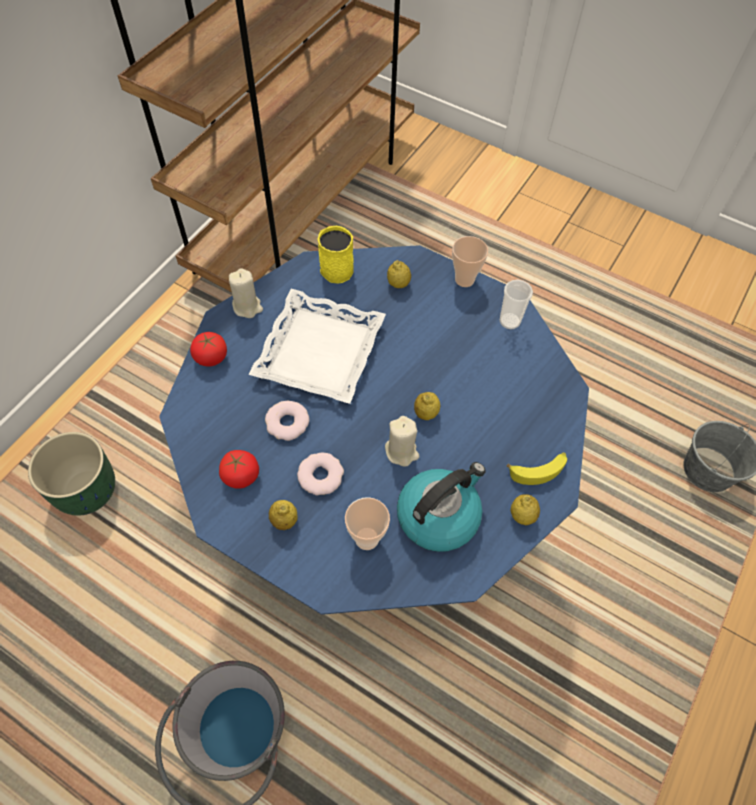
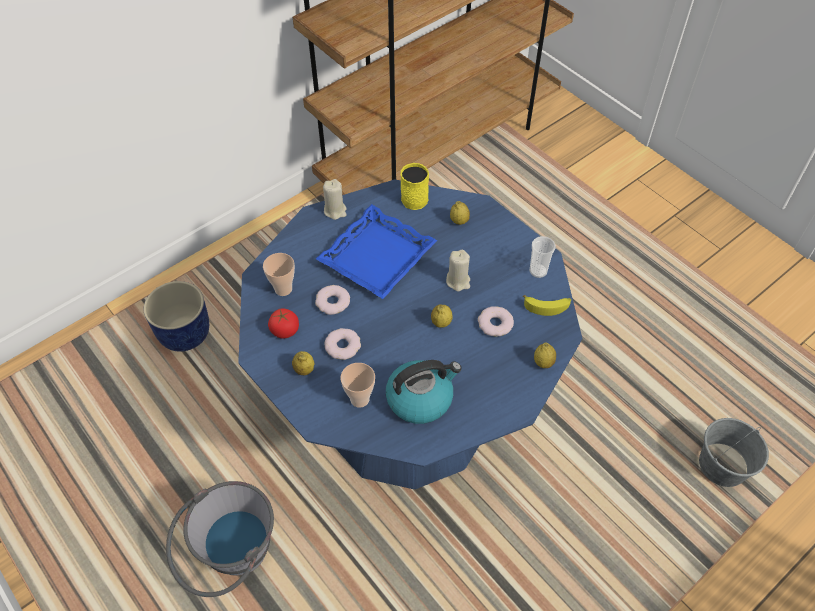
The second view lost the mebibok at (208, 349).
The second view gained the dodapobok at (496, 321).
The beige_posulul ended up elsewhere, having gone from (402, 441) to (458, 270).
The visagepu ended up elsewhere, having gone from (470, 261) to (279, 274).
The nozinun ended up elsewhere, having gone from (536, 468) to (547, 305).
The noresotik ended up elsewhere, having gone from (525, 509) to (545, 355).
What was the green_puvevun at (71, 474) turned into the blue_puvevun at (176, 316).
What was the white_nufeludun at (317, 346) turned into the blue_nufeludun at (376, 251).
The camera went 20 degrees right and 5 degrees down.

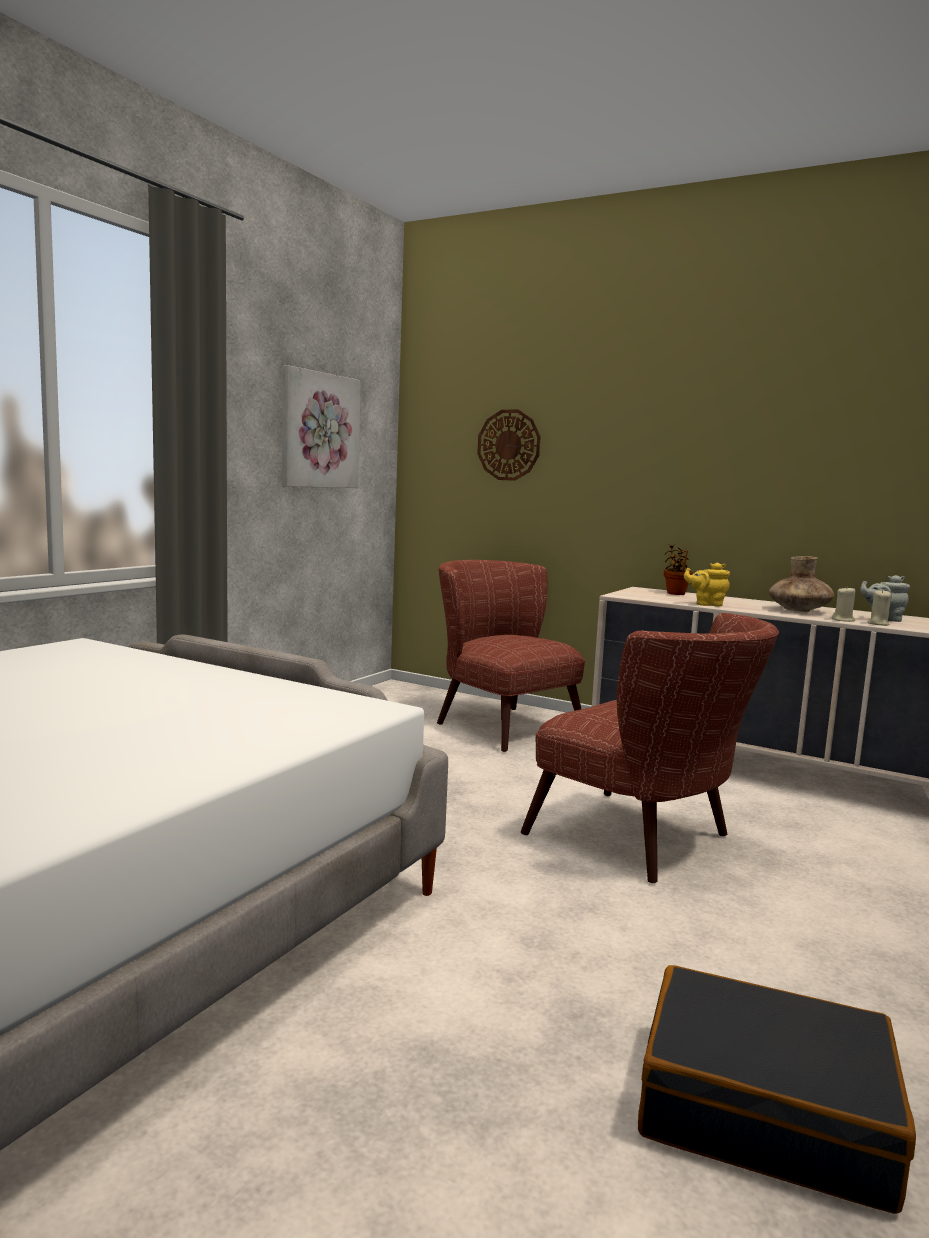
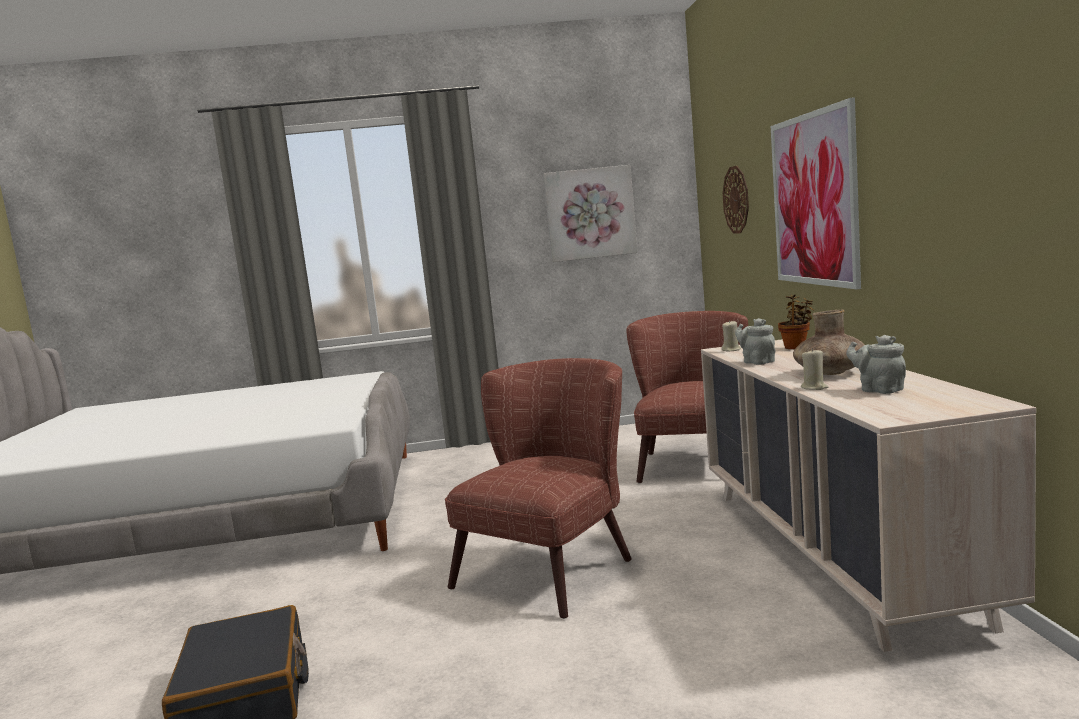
The second view gained the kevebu at (816, 193).
The beige_posulul ended up elsewhere, having gone from (879, 607) to (731, 335).
What was the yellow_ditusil at (707, 585) turned into the grey_ditusil at (755, 341).
The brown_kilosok at (650, 748) ended up facing another way, 150 degrees counterclockwise from before.
The camera went 55 degrees right and 0 degrees up.

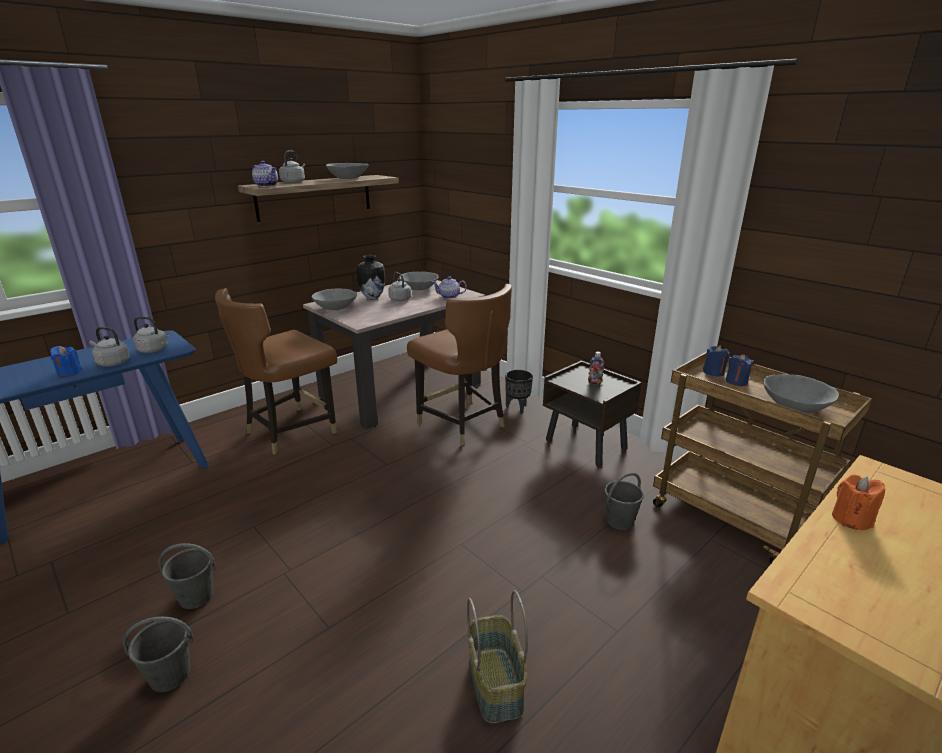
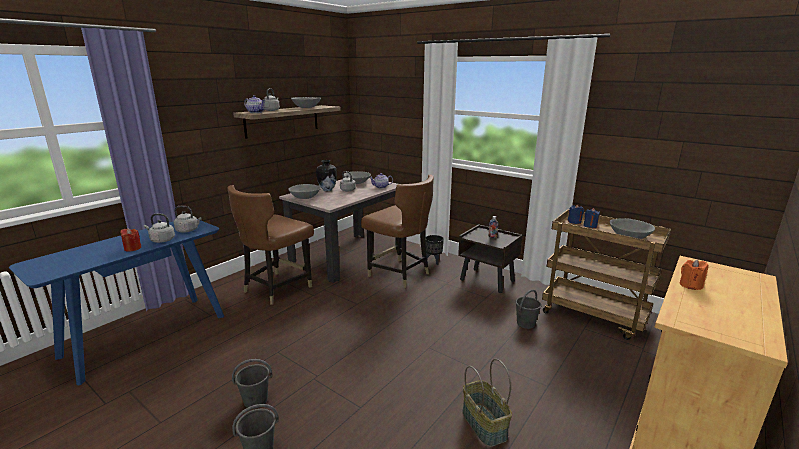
What was the blue_posulul at (66, 361) turned into the red_posulul at (130, 240).
The camera went 10 degrees left and 5 degrees down.

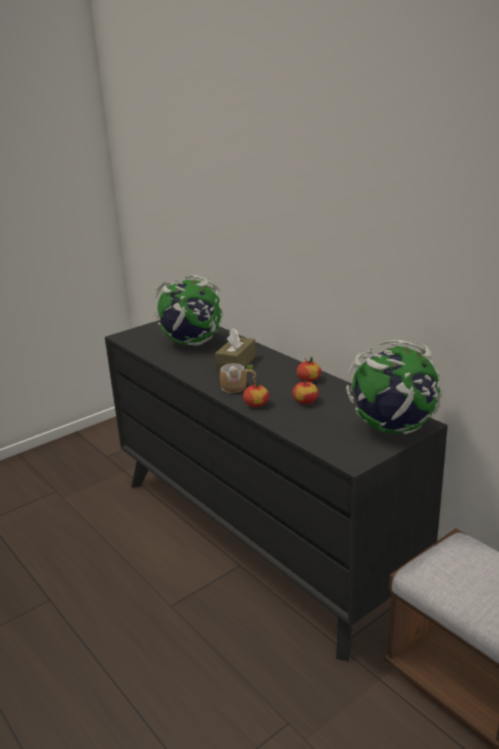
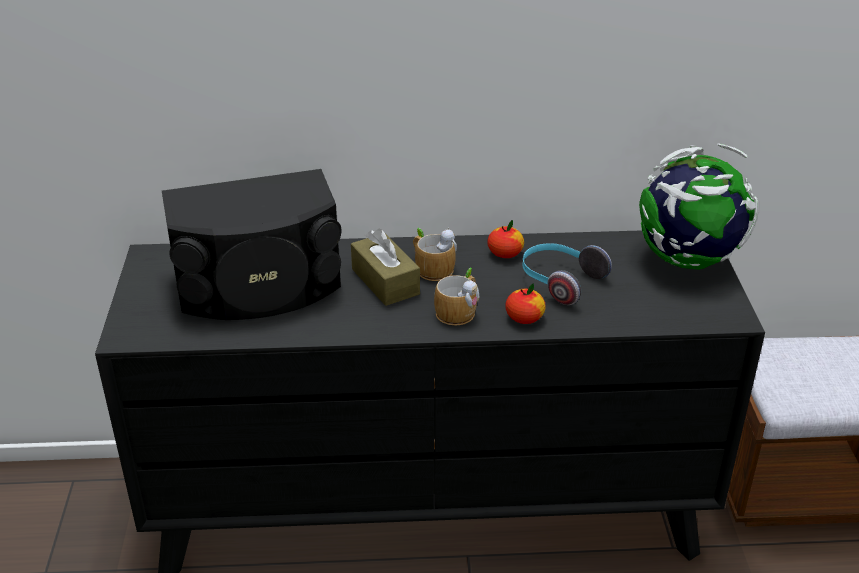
The second view gained the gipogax at (435, 254).
Where the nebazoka stood at (188, 310), the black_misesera came to stand at (251, 244).
Where the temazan stood at (305, 391), the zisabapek came to stand at (567, 274).
The camera went 55 degrees left and 10 degrees up.

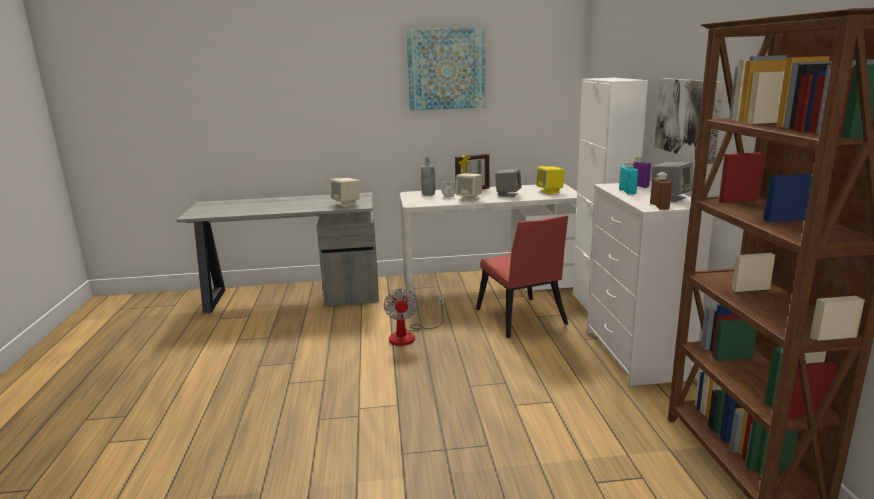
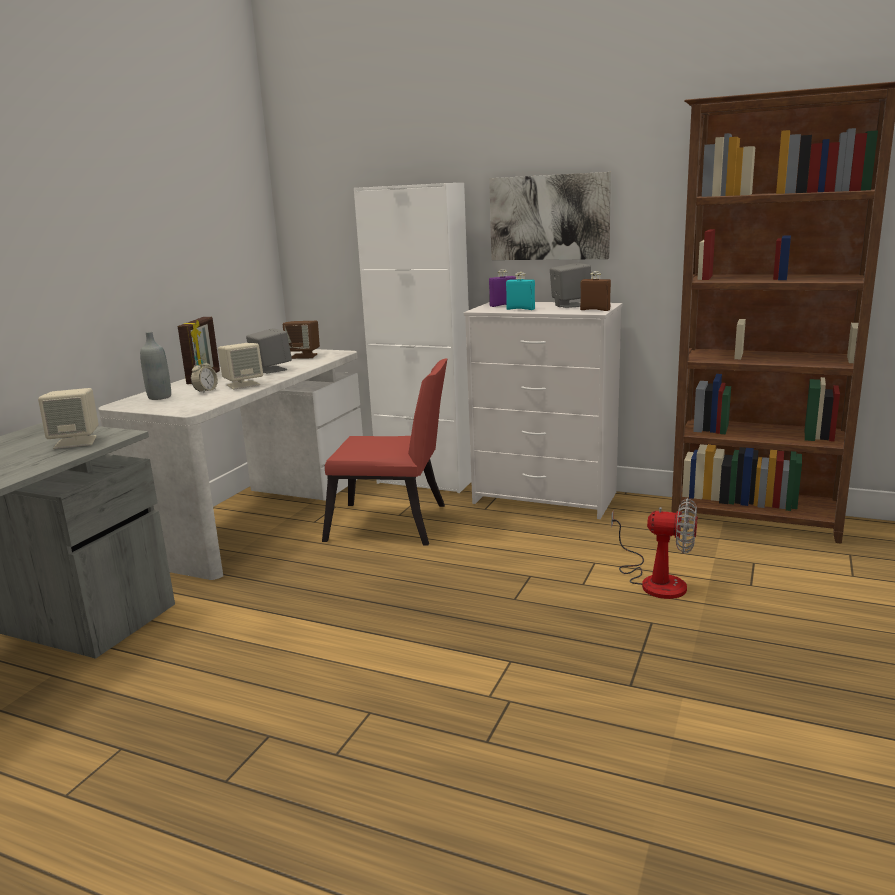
The second view lost the kevebu at (445, 69).
The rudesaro ended up elsewhere, having gone from (414, 317) to (654, 548).
What was the yellow_misesera at (550, 180) turned into the brown_misesera at (301, 340).
The camera went 60 degrees left and 0 degrees up.

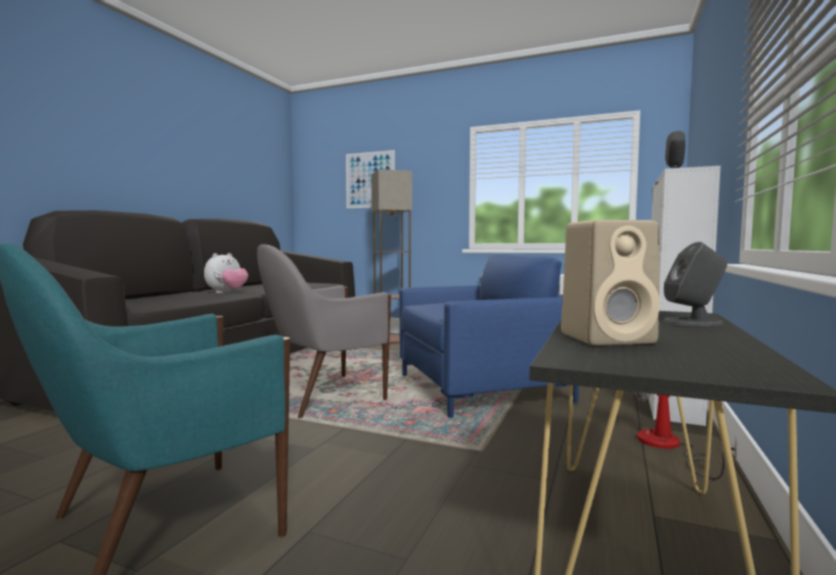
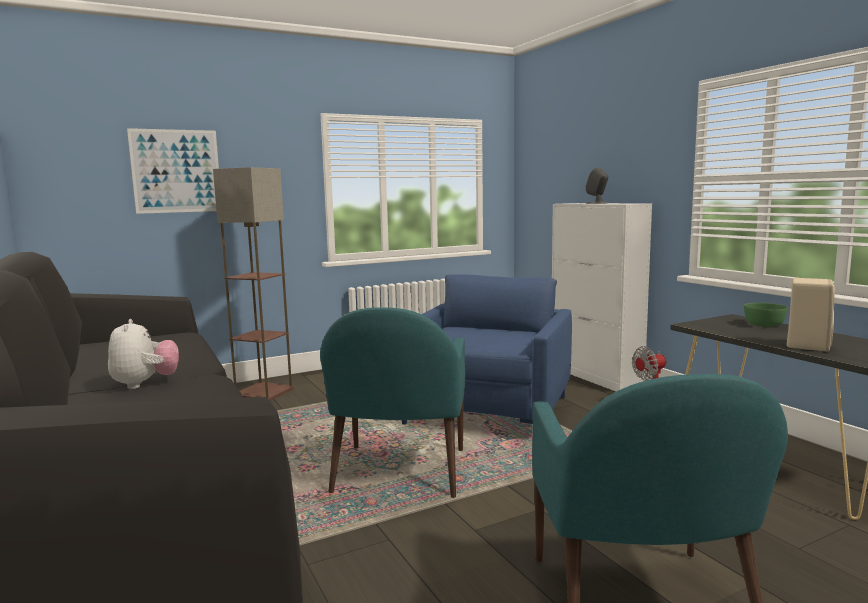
Where the grey_misesera stood at (695, 284), the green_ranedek came to stand at (766, 315).
What was the grey_kilosok at (324, 331) turned into the turquoise_kilosok at (392, 402).
The camera went 50 degrees left and 5 degrees up.

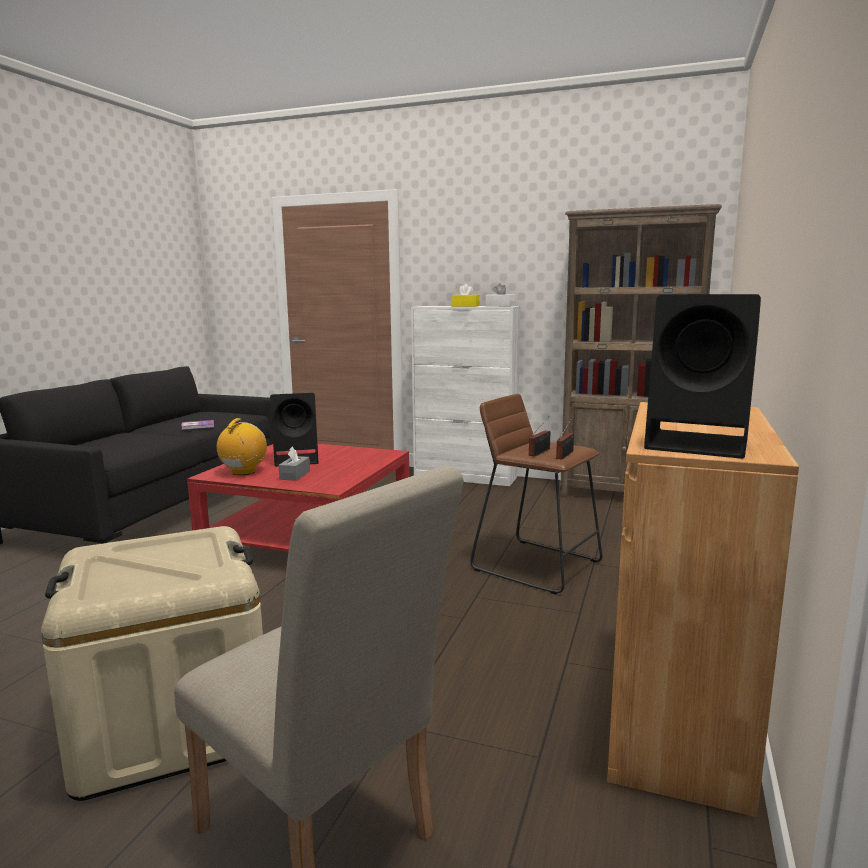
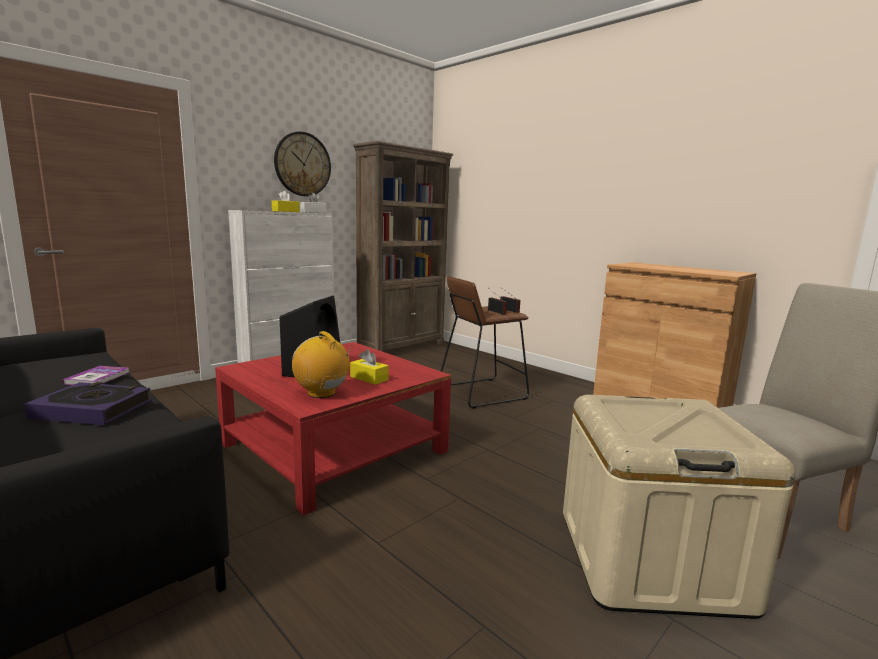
The second view lost the black_misesera at (702, 376).
The second view gained the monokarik at (88, 403).
The second view gained the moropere at (302, 164).
What was the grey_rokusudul at (294, 464) turned into the yellow_rokusudul at (369, 367).
The camera went 65 degrees left and 0 degrees up.

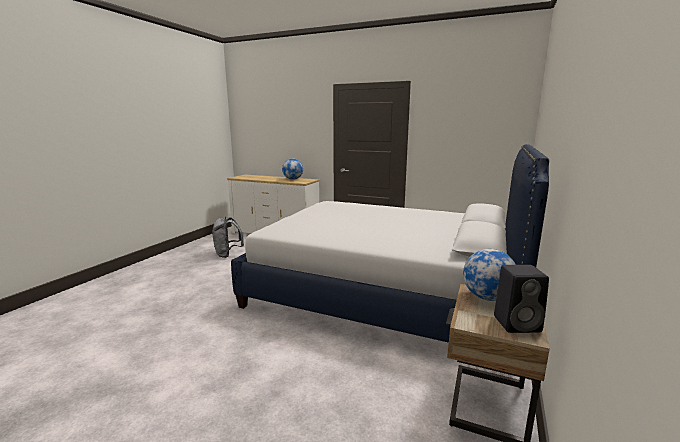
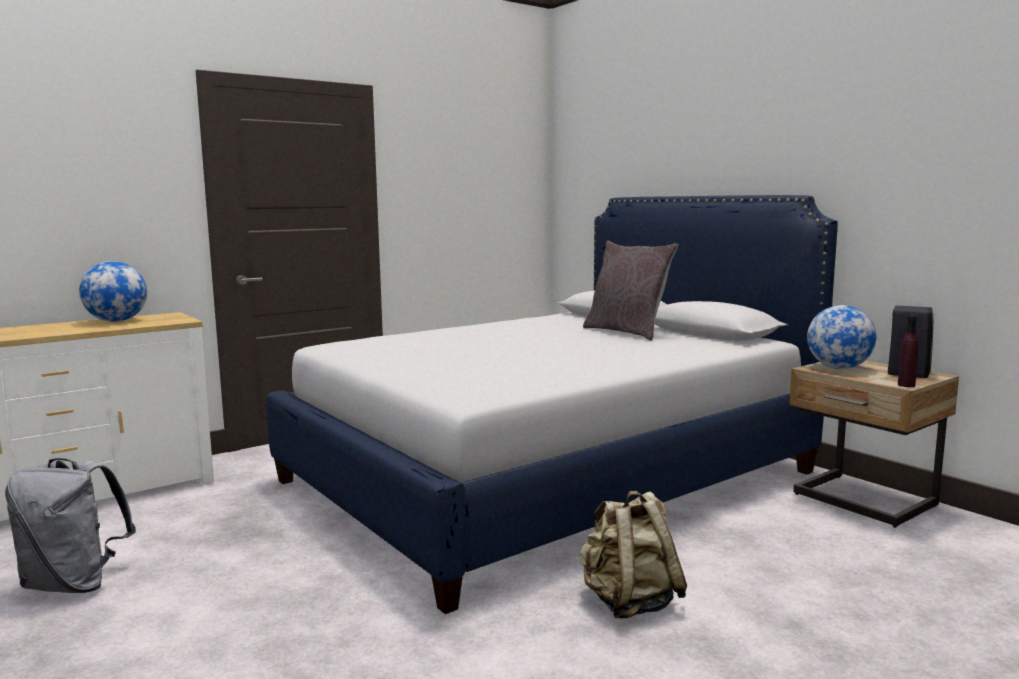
The second view gained the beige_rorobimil at (633, 555).
The second view gained the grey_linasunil at (630, 290).
The second view gained the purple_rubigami at (908, 351).
The camera went 60 degrees left and 5 degrees down.

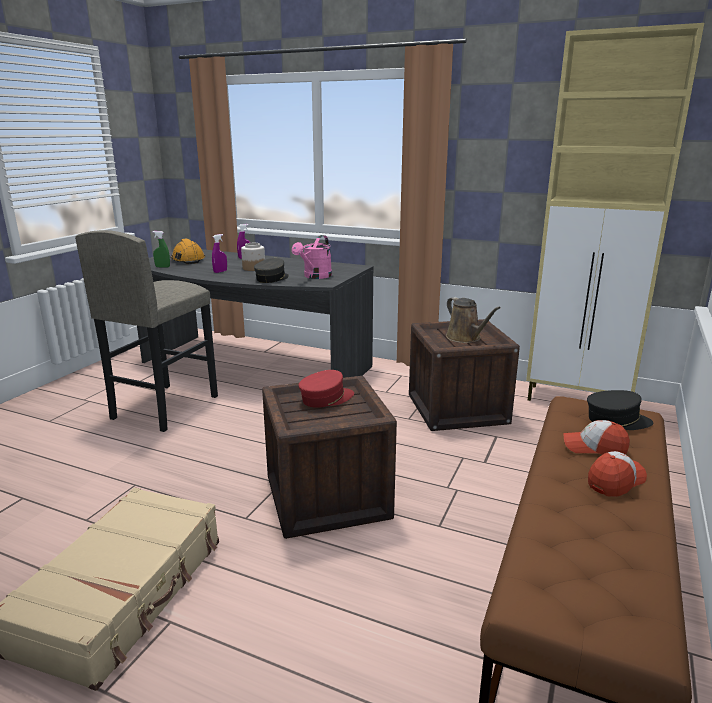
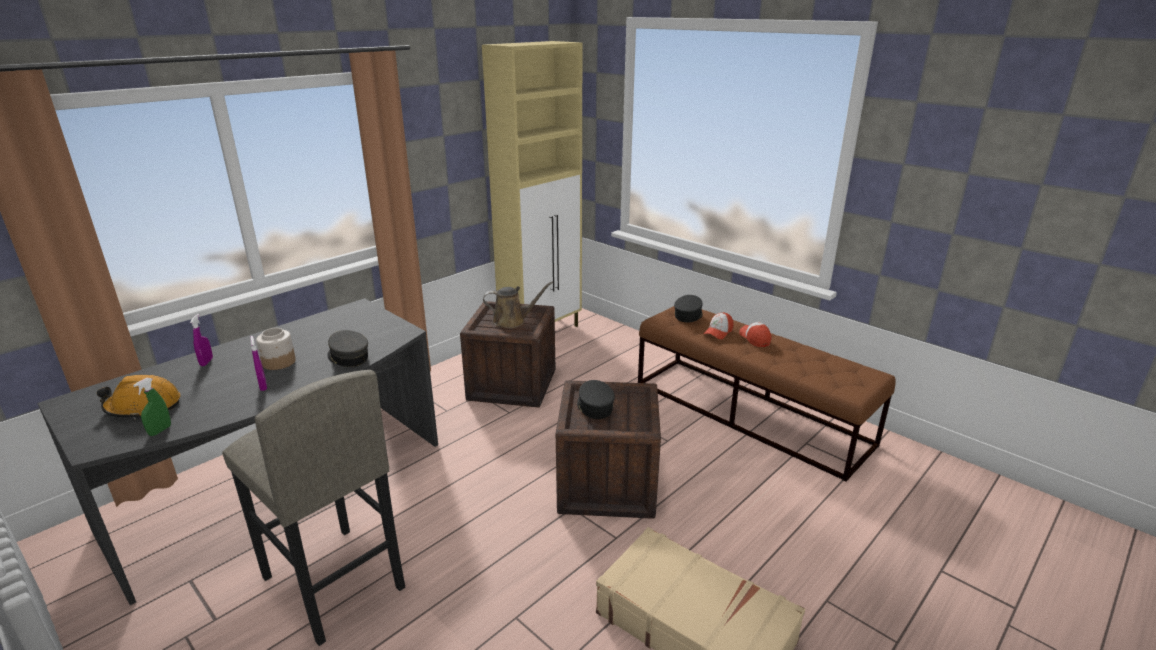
The second view lost the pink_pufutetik at (312, 257).
What was the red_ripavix at (326, 389) turned into the black_ripavix at (596, 399).
The camera went 70 degrees left and 5 degrees up.

